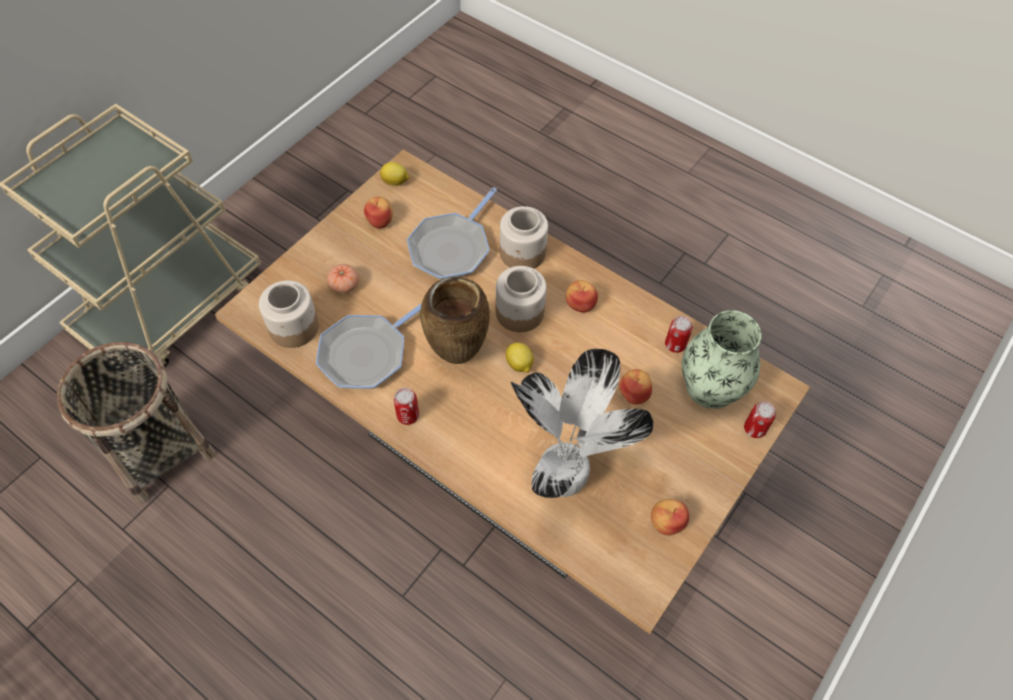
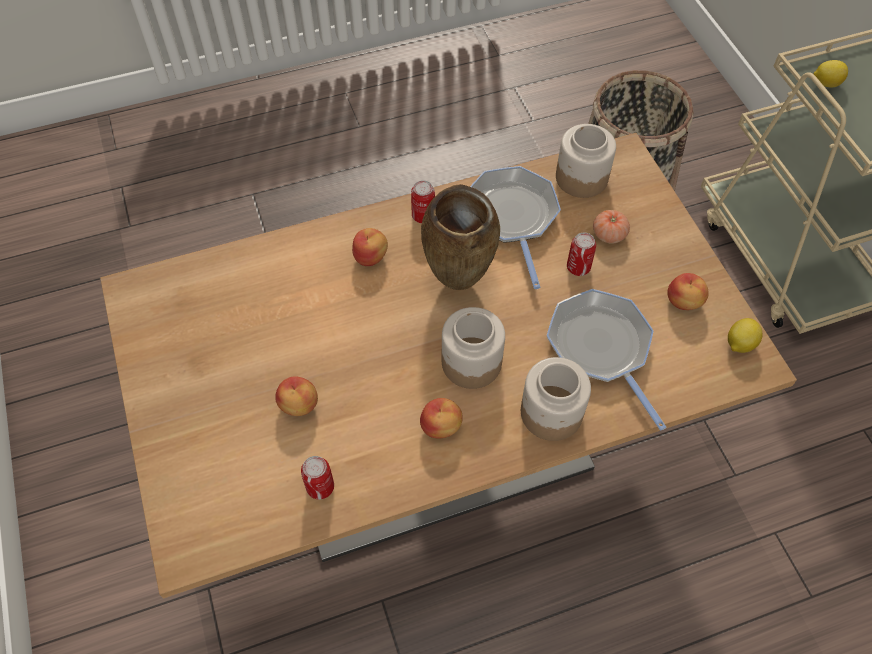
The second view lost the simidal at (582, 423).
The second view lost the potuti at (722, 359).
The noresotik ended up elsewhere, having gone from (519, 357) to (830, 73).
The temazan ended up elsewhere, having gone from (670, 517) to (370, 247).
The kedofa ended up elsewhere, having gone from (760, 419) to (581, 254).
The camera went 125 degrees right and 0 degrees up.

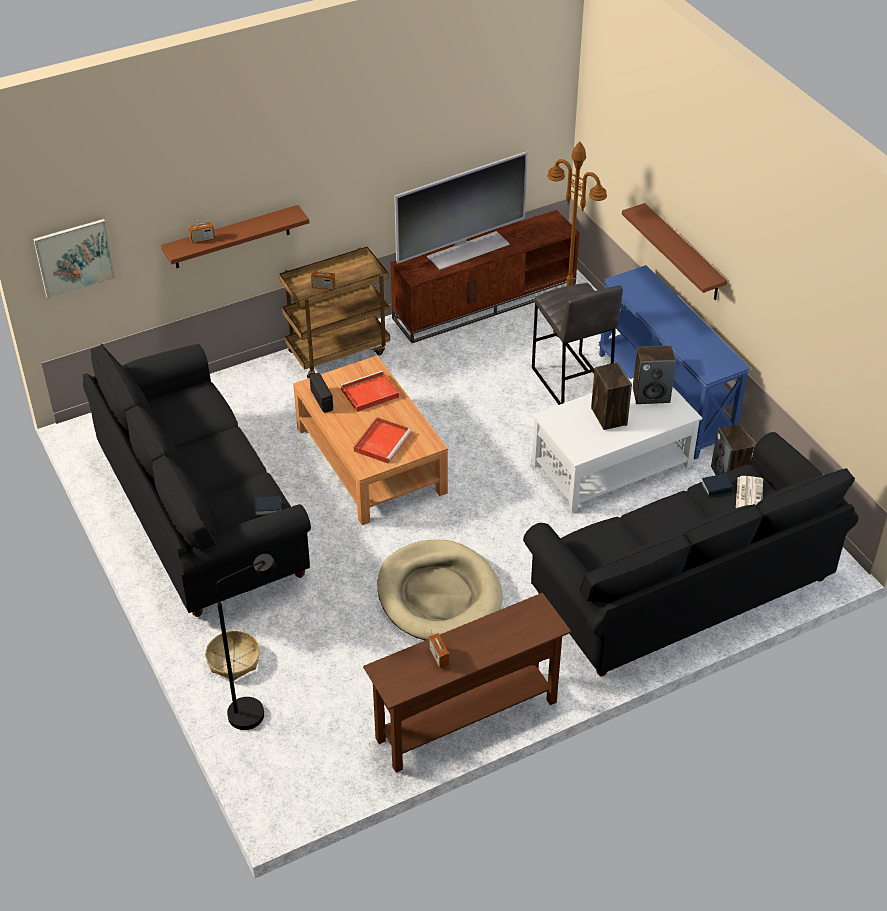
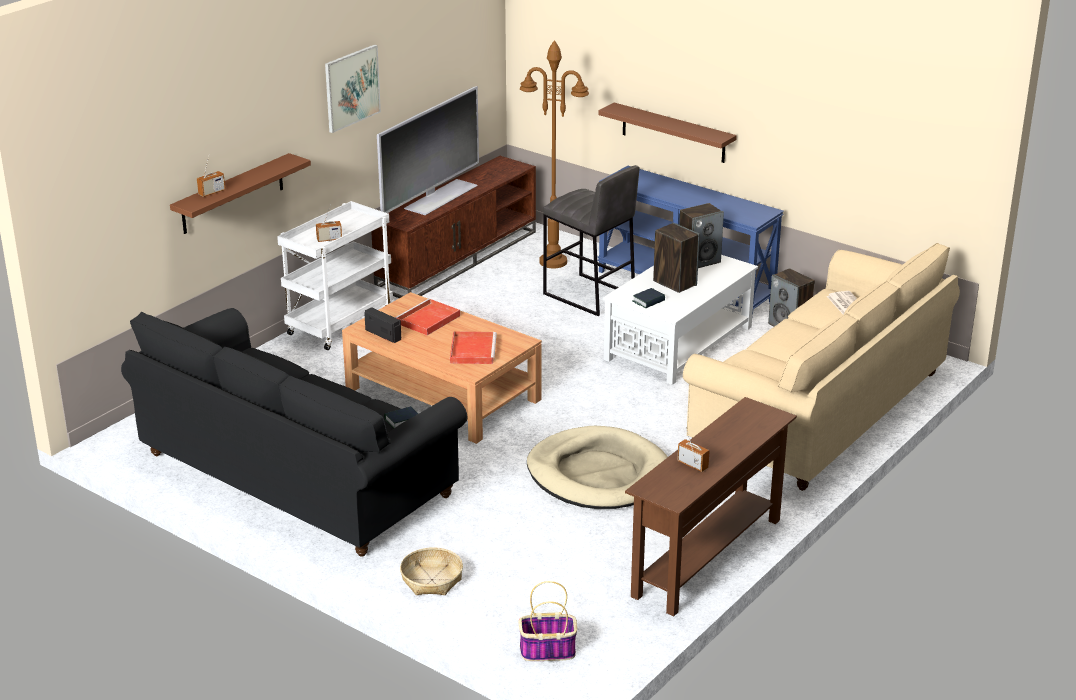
The second view lost the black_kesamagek at (246, 642).
The second view gained the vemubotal at (547, 621).
The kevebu ended up elsewhere, having gone from (74, 259) to (353, 88).
The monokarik ended up elsewhere, having gone from (717, 485) to (649, 298).
What was the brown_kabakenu at (334, 312) turned into the white_kabakenu at (335, 275).
What was the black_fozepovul at (691, 554) turned into the beige_fozepovul at (821, 367).
The camera went 25 degrees left and 15 degrees down.

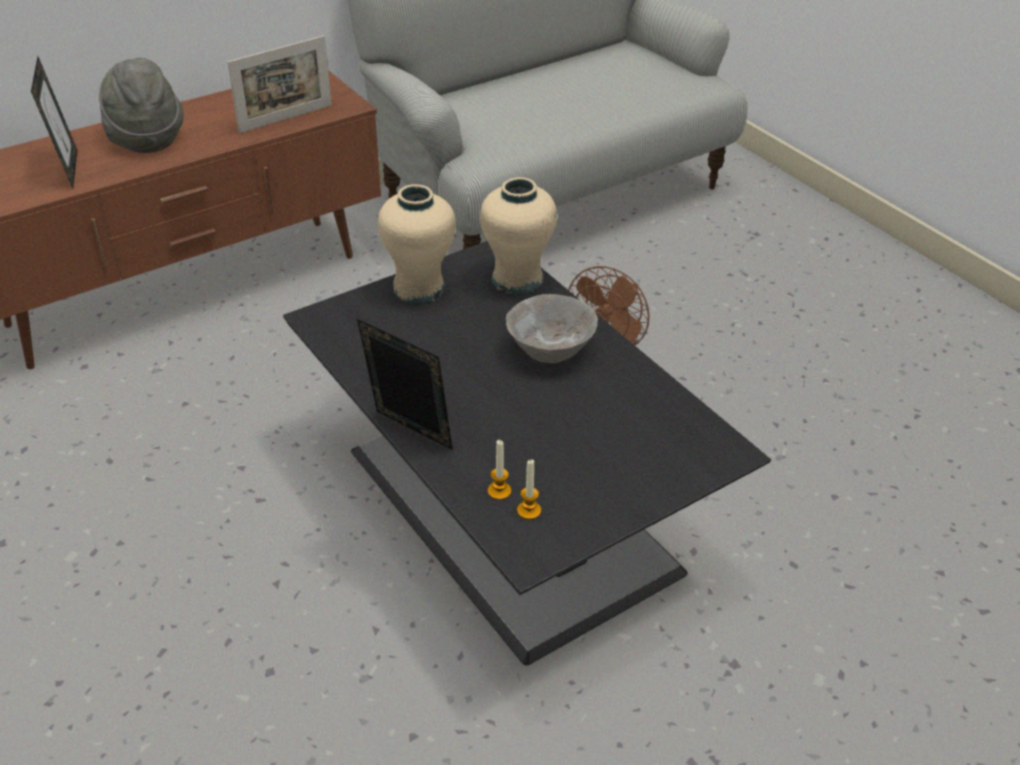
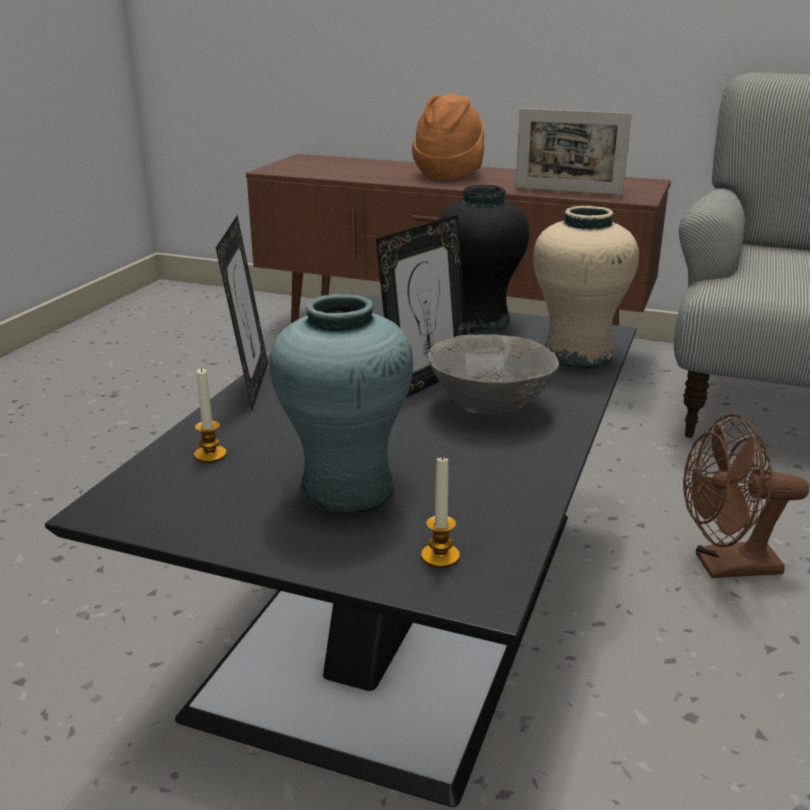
The second view gained the turquoise_potuti at (341, 404).
The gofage ended up elsewhere, having gone from (54, 122) to (421, 306).
The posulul ended up elsewhere, having gone from (529, 489) to (440, 511).
What was the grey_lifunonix at (141, 105) turned into the orange_lifunonix at (448, 136).
What was the beige_potuti at (417, 244) turned into the black_potuti at (484, 259).
The camera went 55 degrees right and 15 degrees down.

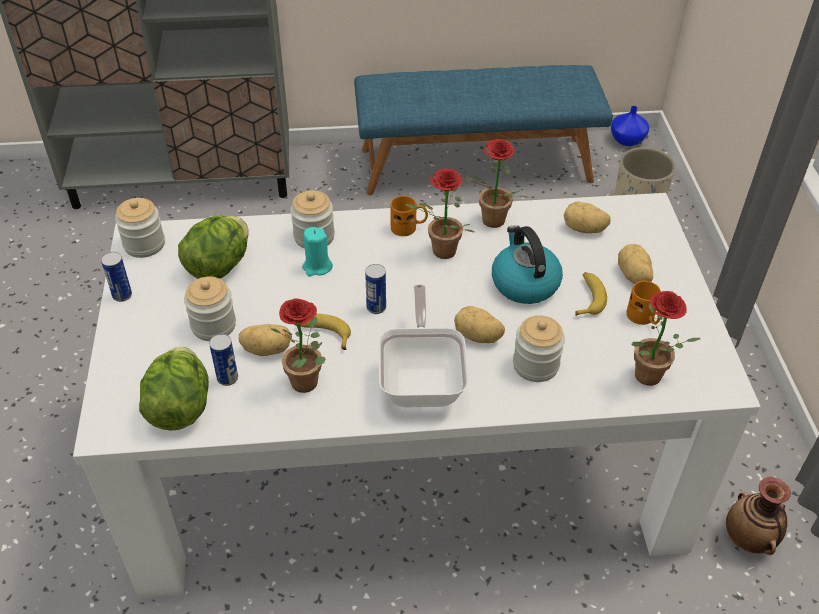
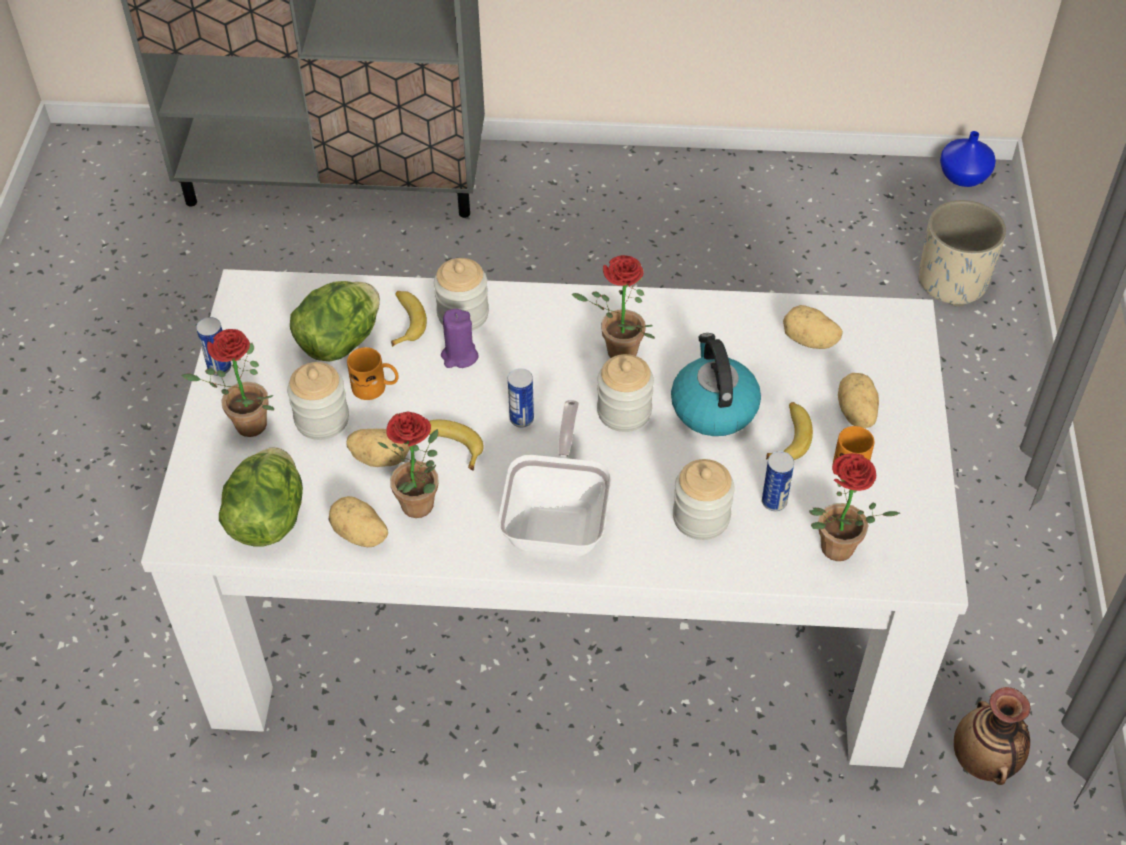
The second view lost the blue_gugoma at (483, 130).
The second view gained the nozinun at (409, 319).
The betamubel ended up elsewhere, having gone from (140, 228) to (625, 393).
The kedofa ended up elsewhere, having gone from (223, 360) to (778, 481).
The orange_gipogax ended up elsewhere, having gone from (409, 216) to (373, 373).
The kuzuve ended up elsewhere, having gone from (479, 324) to (358, 521).
The simidal ended up elsewhere, having gone from (495, 183) to (227, 383).
What was the turquoise_posulul at (317, 252) turned into the purple_posulul at (460, 338).
The camera went 10 degrees right and 5 degrees up.

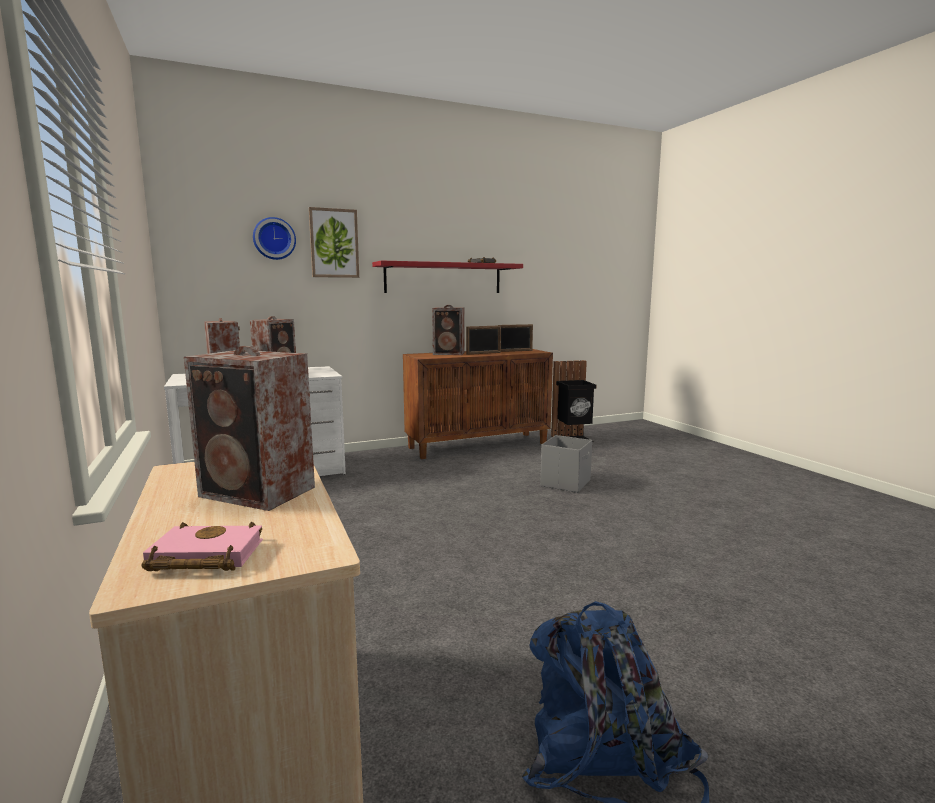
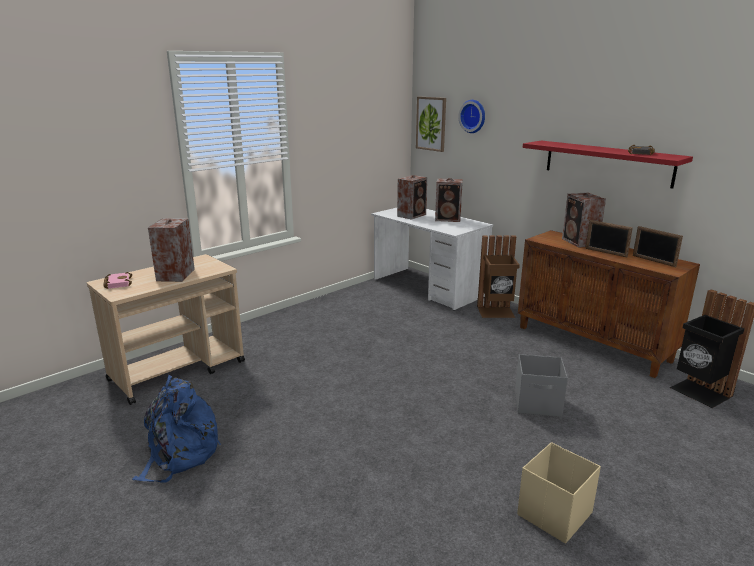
The second view gained the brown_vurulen at (498, 276).
The second view gained the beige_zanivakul at (559, 493).
The kevebu ended up elsewhere, having gone from (334, 242) to (431, 124).
The camera went 70 degrees right and 10 degrees up.

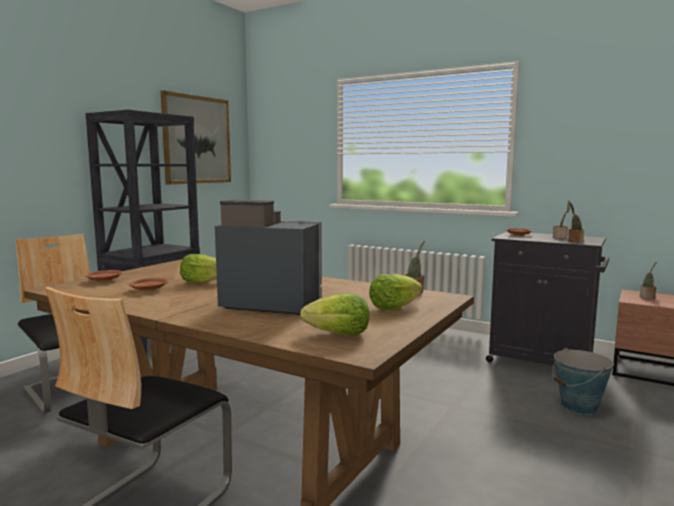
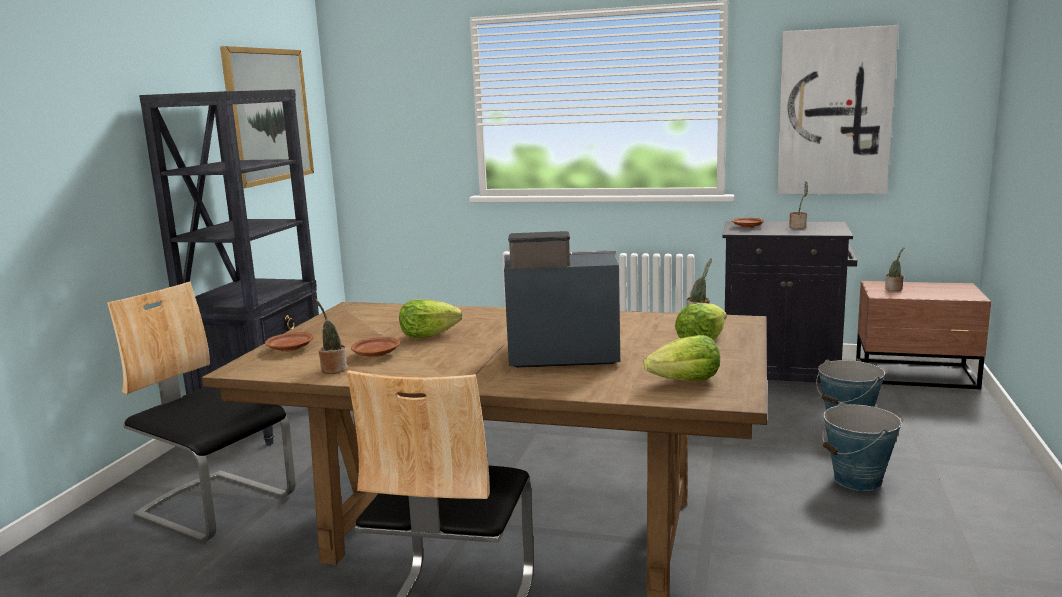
The second view gained the kevebu at (838, 109).
The second view gained the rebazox at (862, 446).
The simidal ended up elsewhere, having gone from (576, 222) to (331, 336).
The camera went 15 degrees left and 5 degrees up.

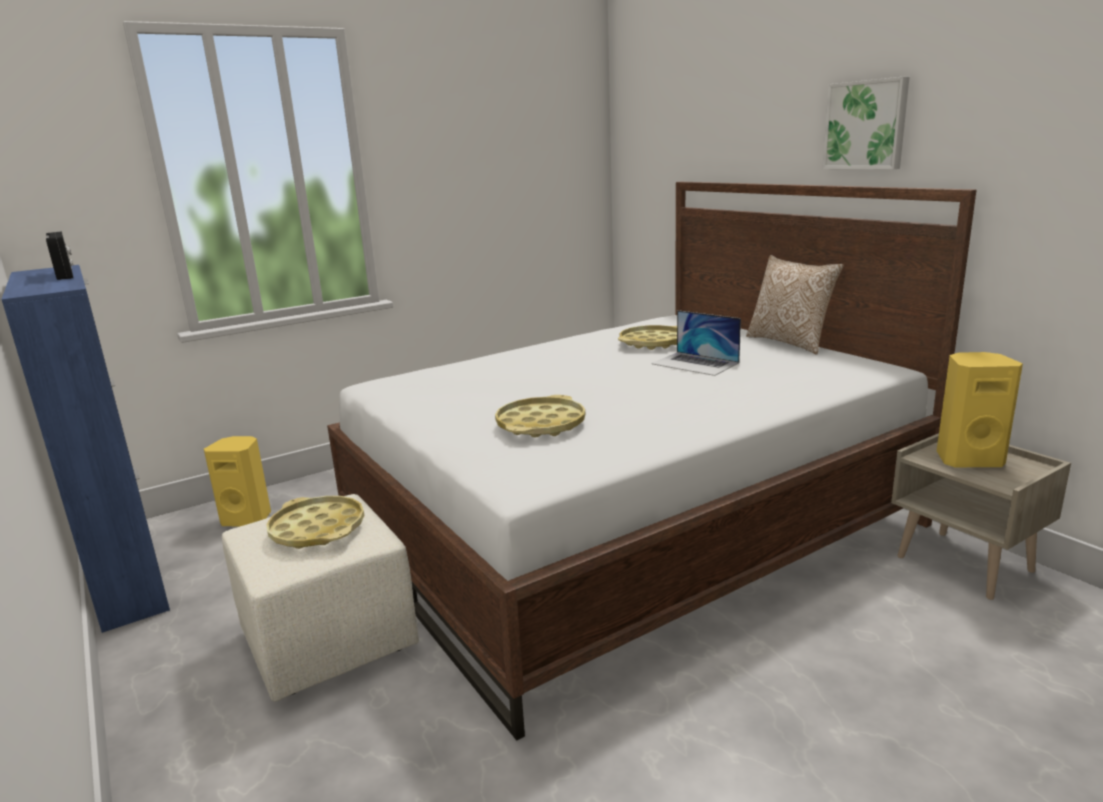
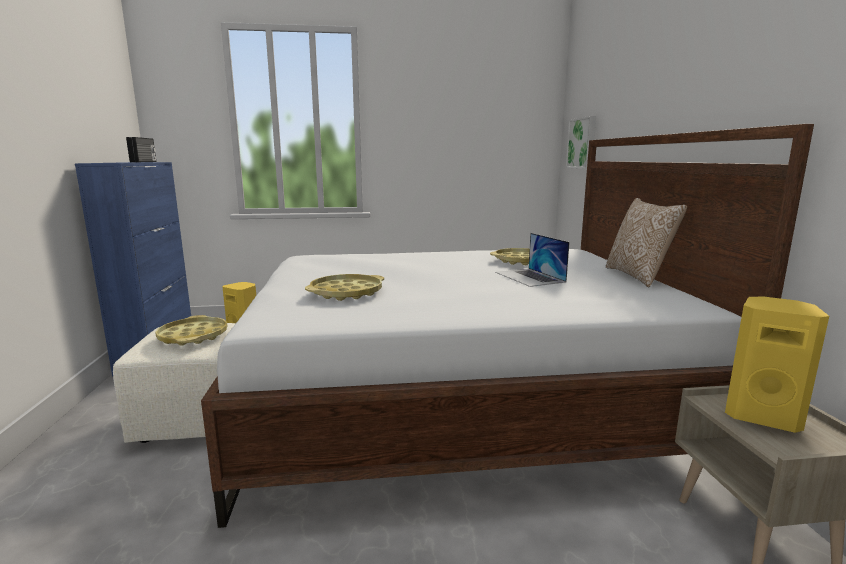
The kevebu ended up elsewhere, having gone from (865, 123) to (581, 142).
The camera went 25 degrees right and 5 degrees down.

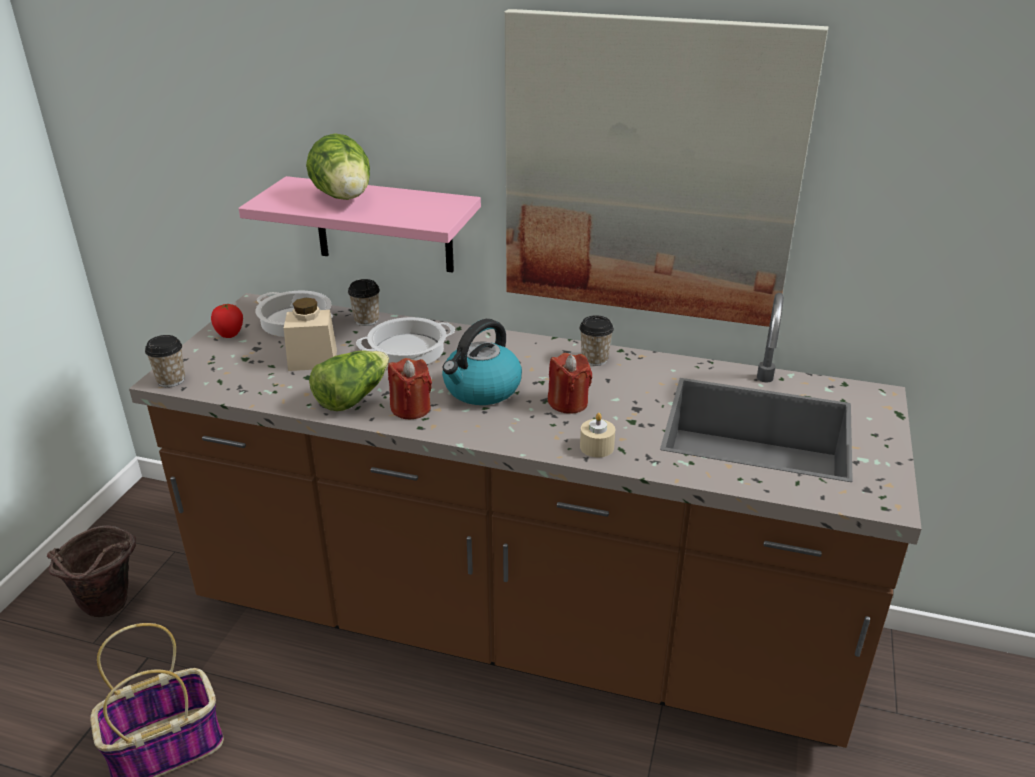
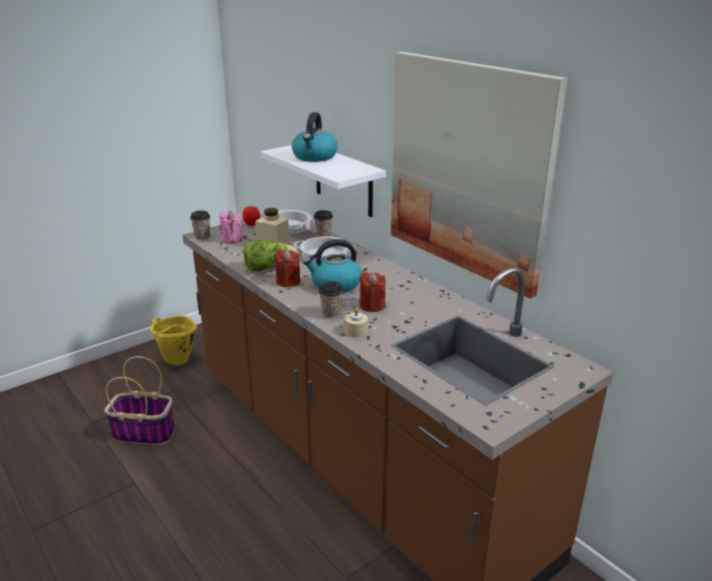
The second view gained the pink_posulul at (231, 227).
The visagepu ended up elsewhere, having gone from (596, 340) to (331, 299).
Where the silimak stood at (338, 166), the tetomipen came to stand at (315, 137).
What was the brown_rebazox at (91, 571) turned into the yellow_rebazox at (173, 340).
What was the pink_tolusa at (359, 224) turned into the white_tolusa at (323, 181).
The camera went 35 degrees right and 5 degrees down.

